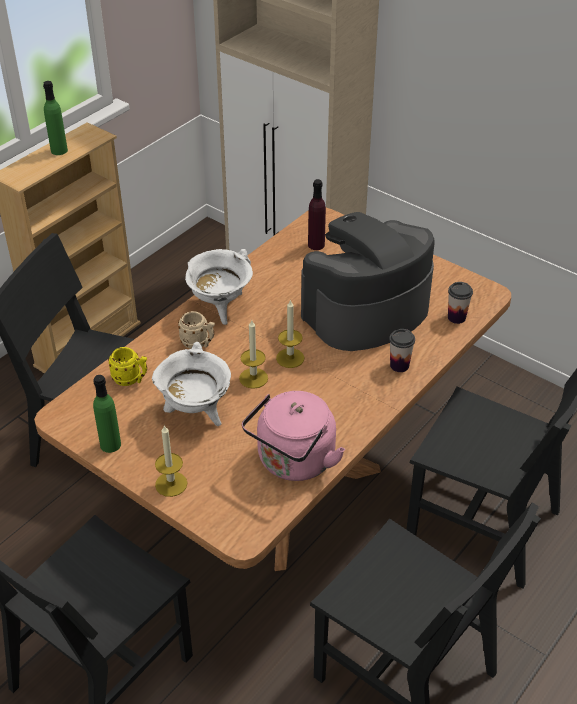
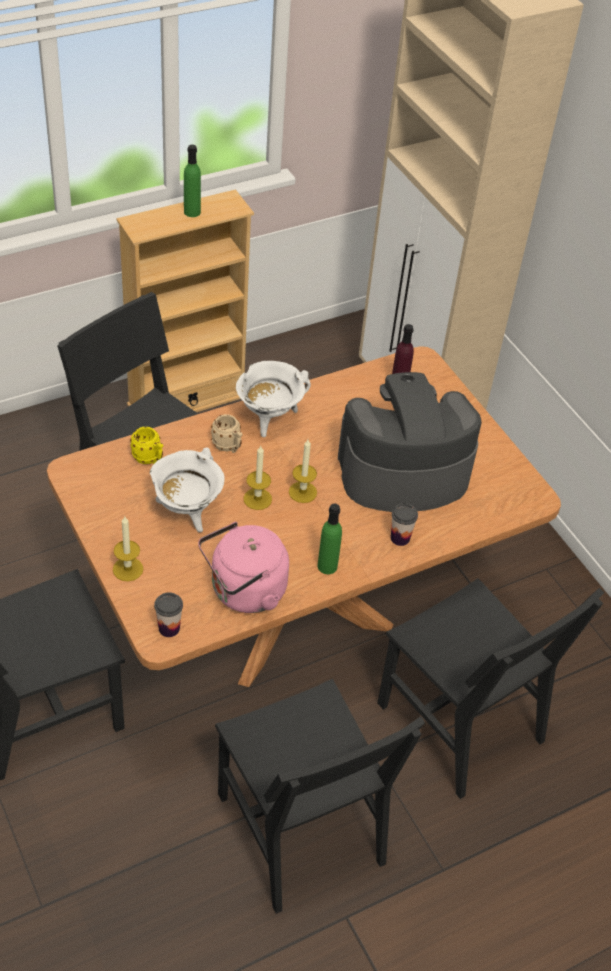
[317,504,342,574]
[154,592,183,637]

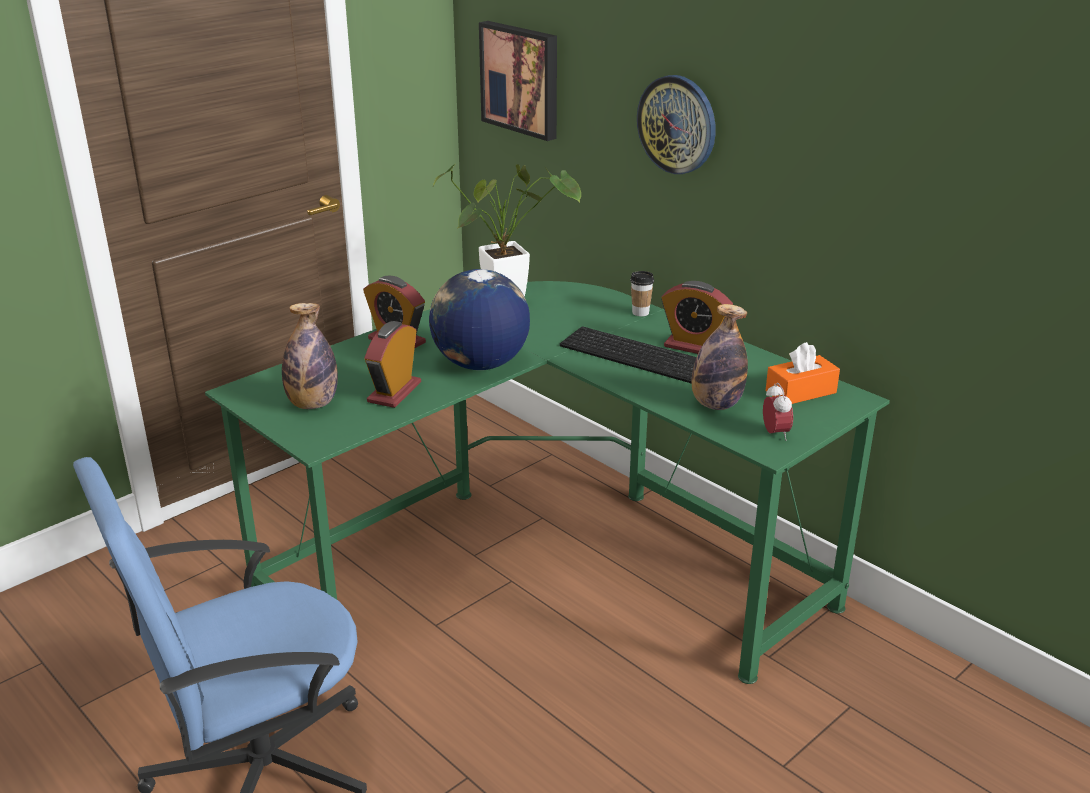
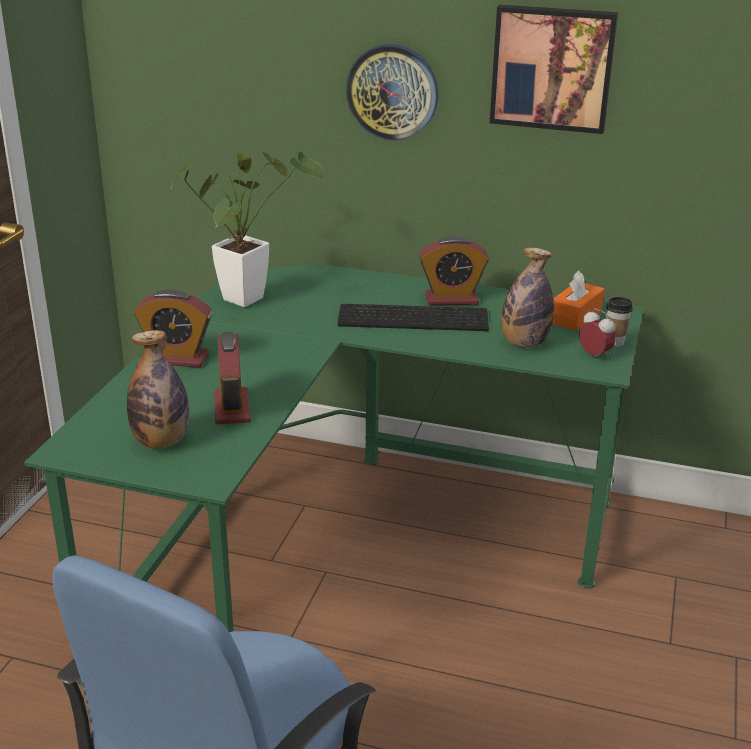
[429,269,530,370] (first image)
[490,5,618,134]
[606,297,633,346]

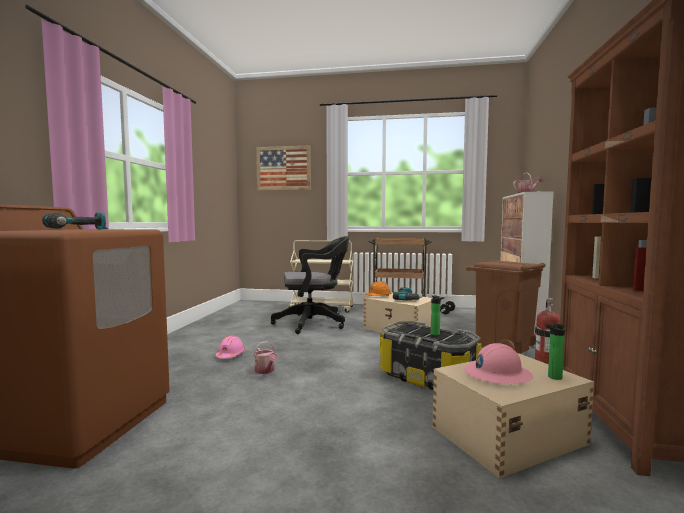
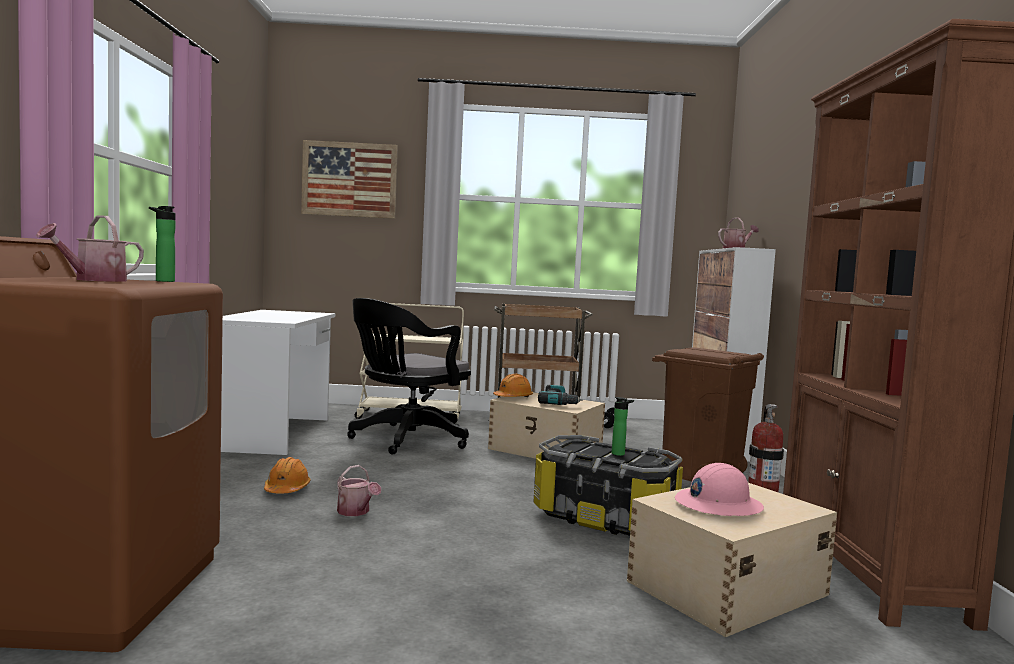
[36,216,144,282]
[264,457,311,494]
[347,298,471,455]
[149,206,176,282]
[221,310,335,455]

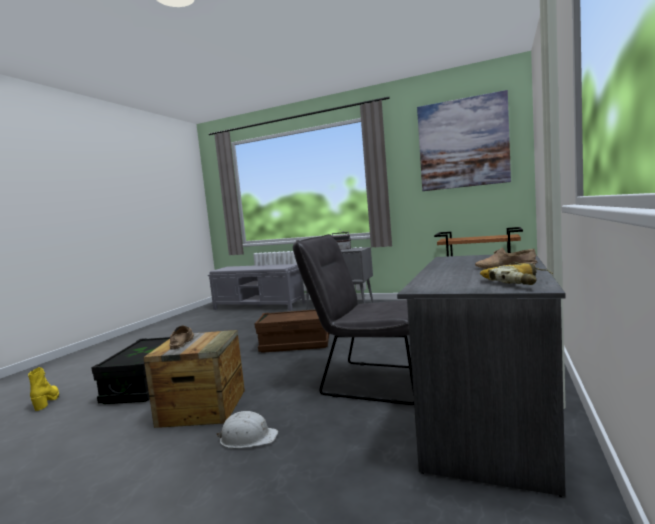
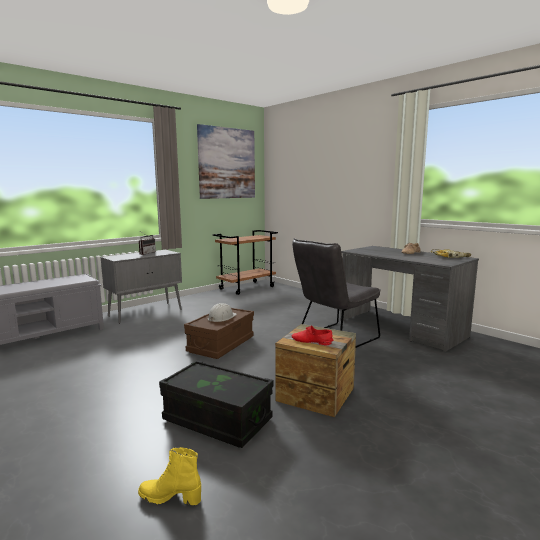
[292,325,333,346]
[208,303,237,322]

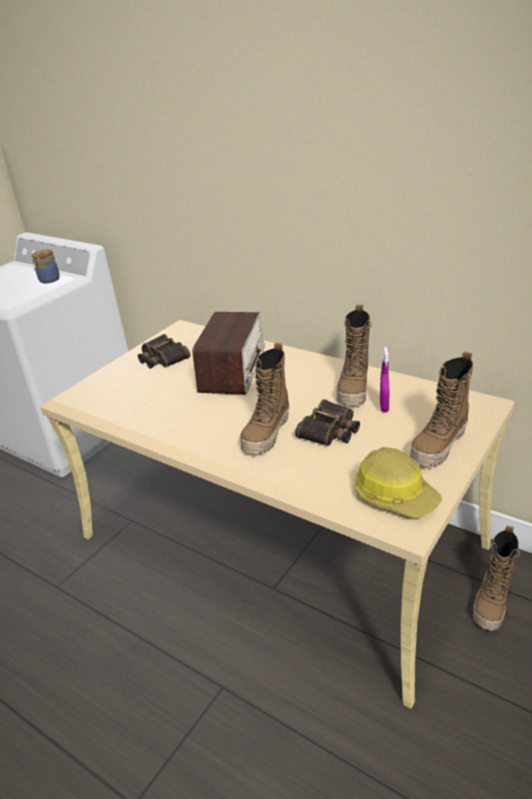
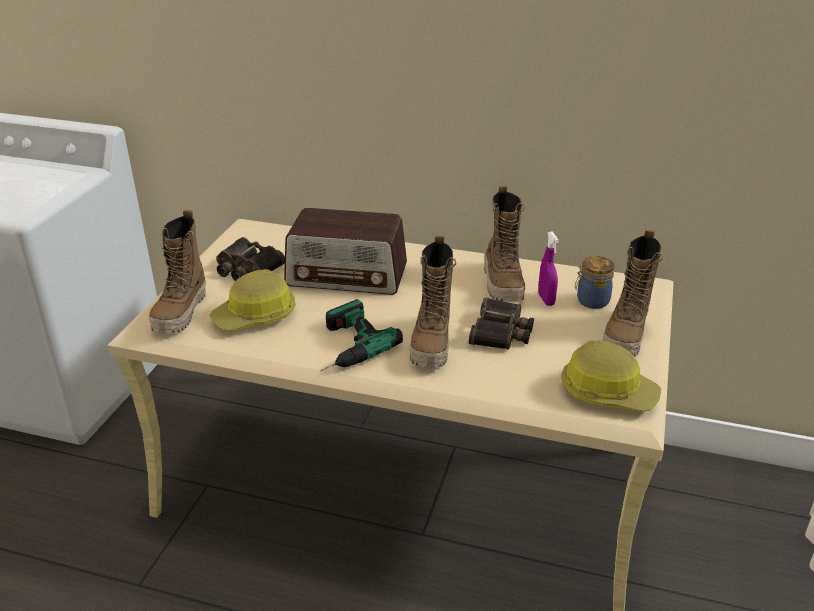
[575,256,614,309]
[284,208,407,295]
[149,210,206,334]
[209,269,296,331]
[320,299,403,371]

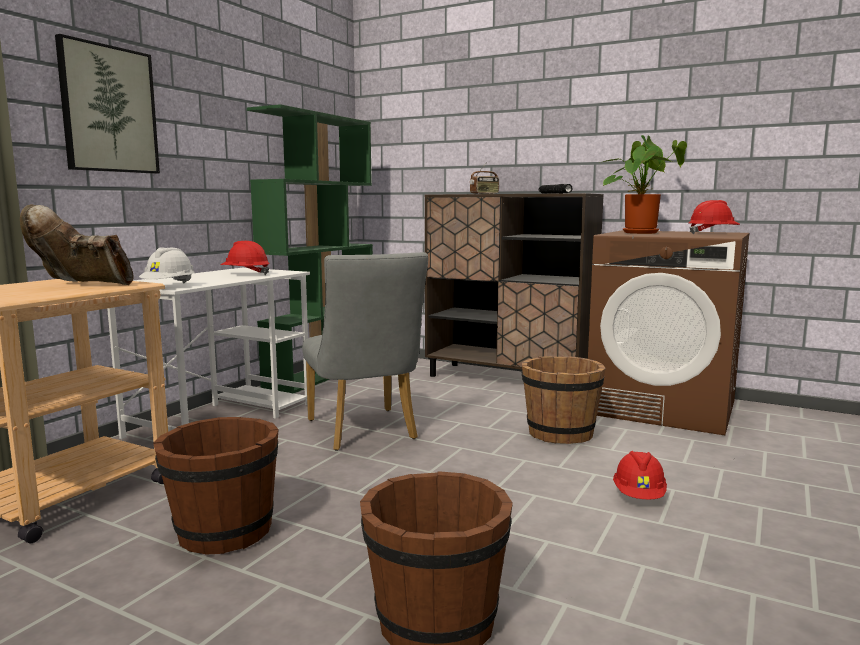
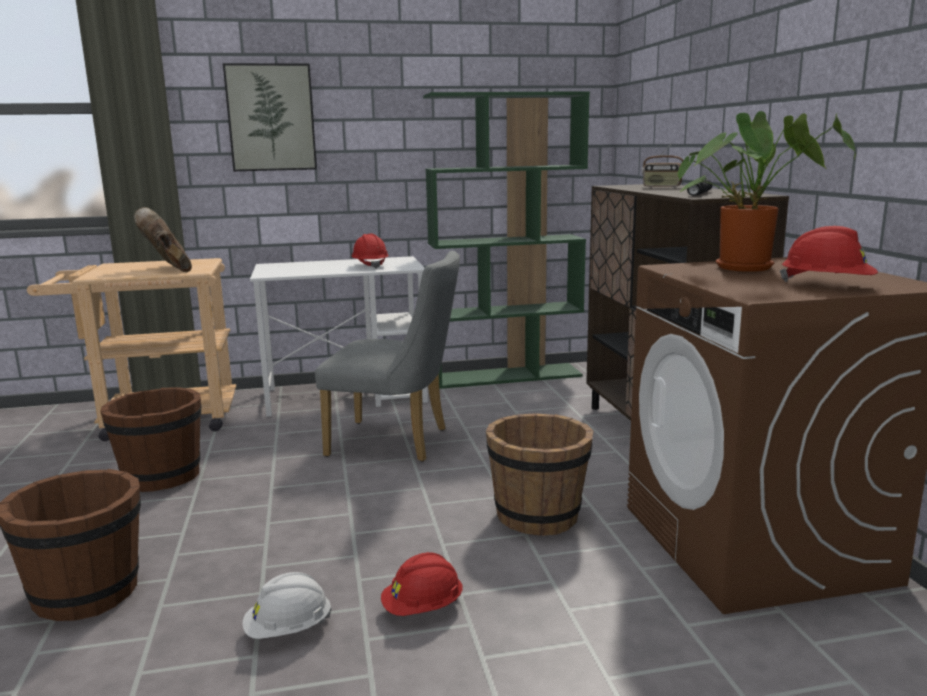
[242,572,332,639]
[315,251,460,462]

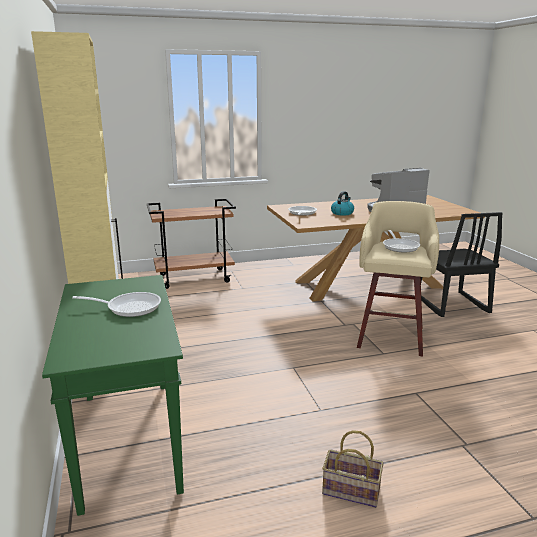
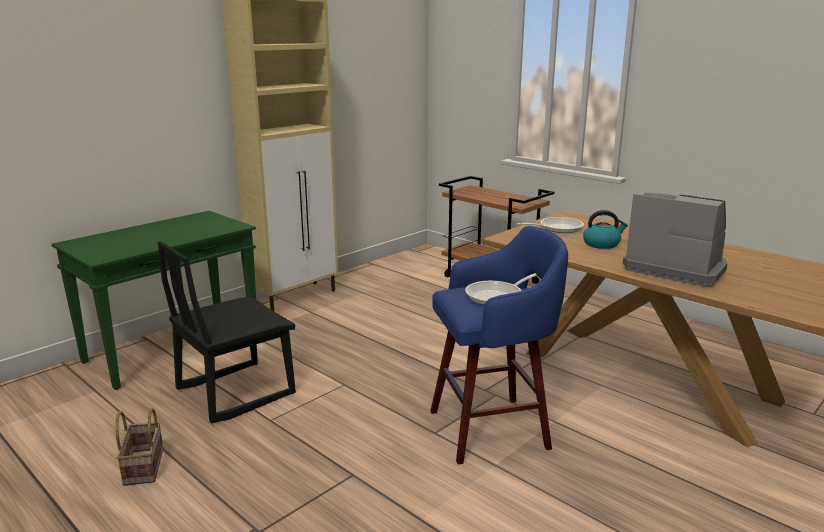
[72,292,161,317] (first image)
[430,226,568,465]
[158,241,296,424]

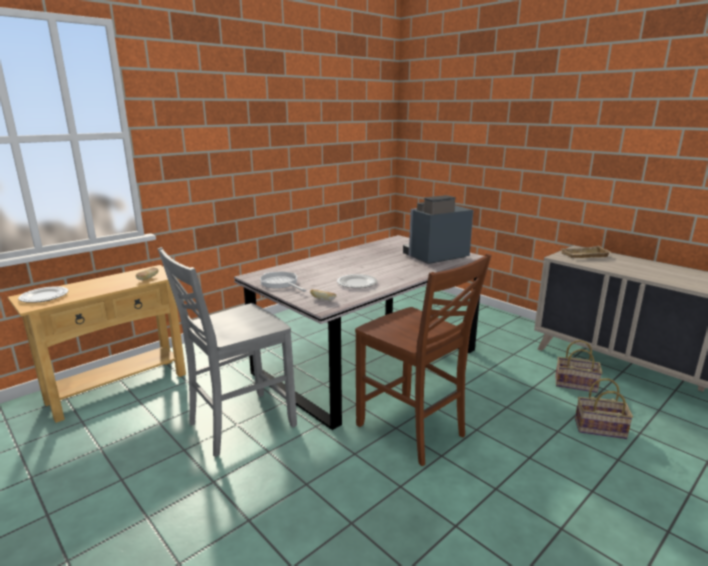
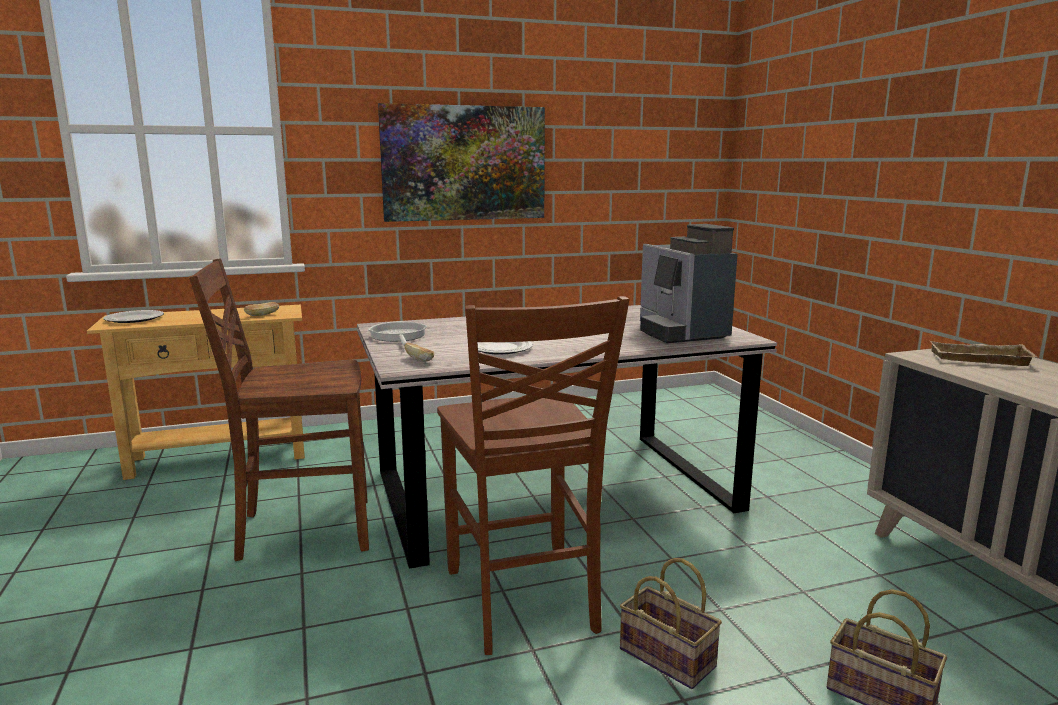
[189,258,369,561]
[640,224,738,343]
[620,558,722,689]
[378,103,545,222]

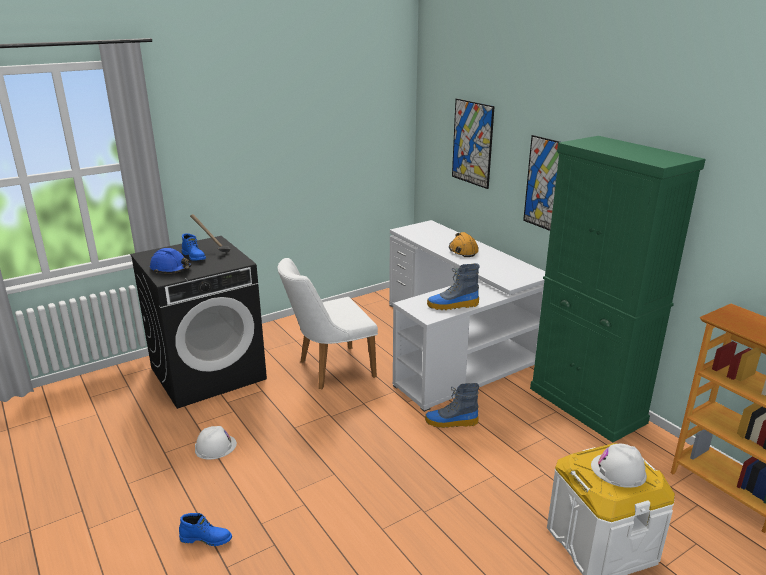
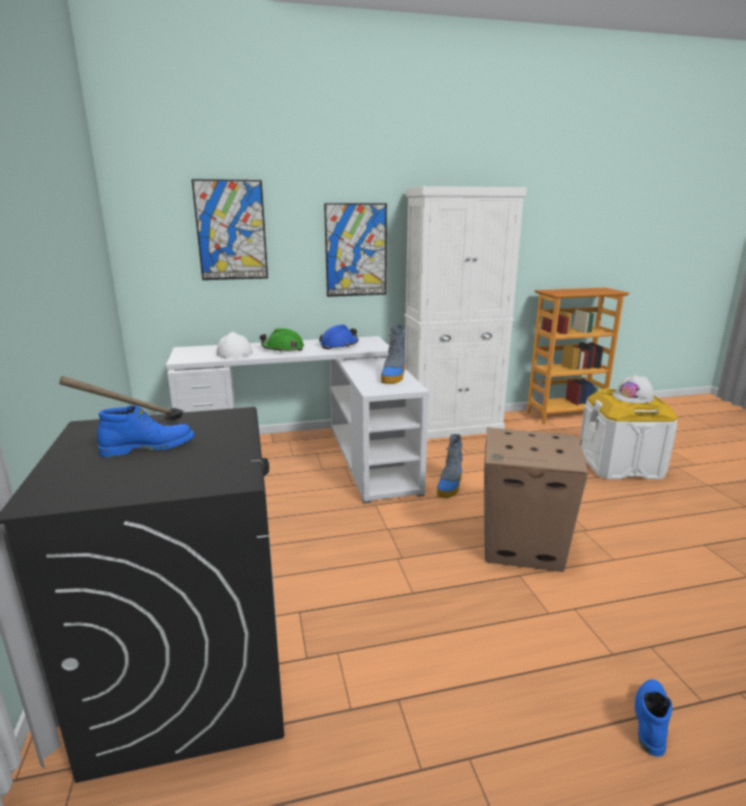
[319,324,358,349]
[216,332,253,359]
[278,258,378,389] (first image)
[260,328,304,352]
[404,186,527,439]
[484,428,588,572]

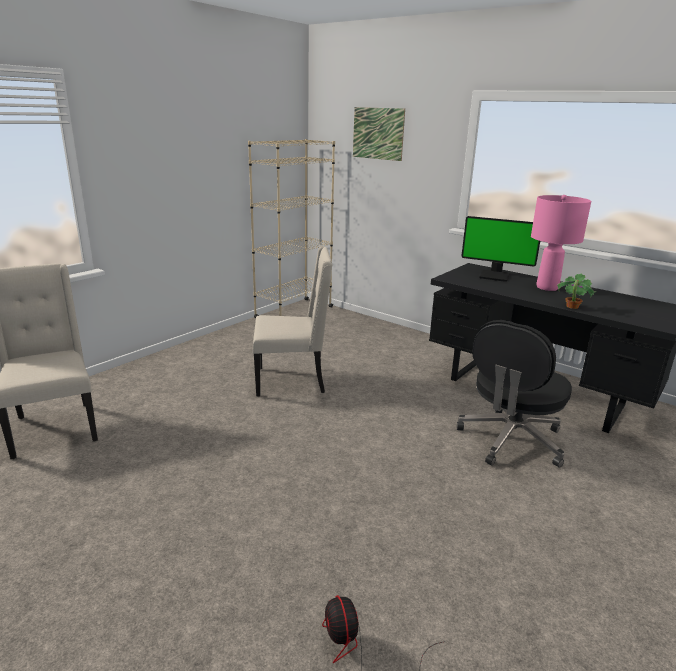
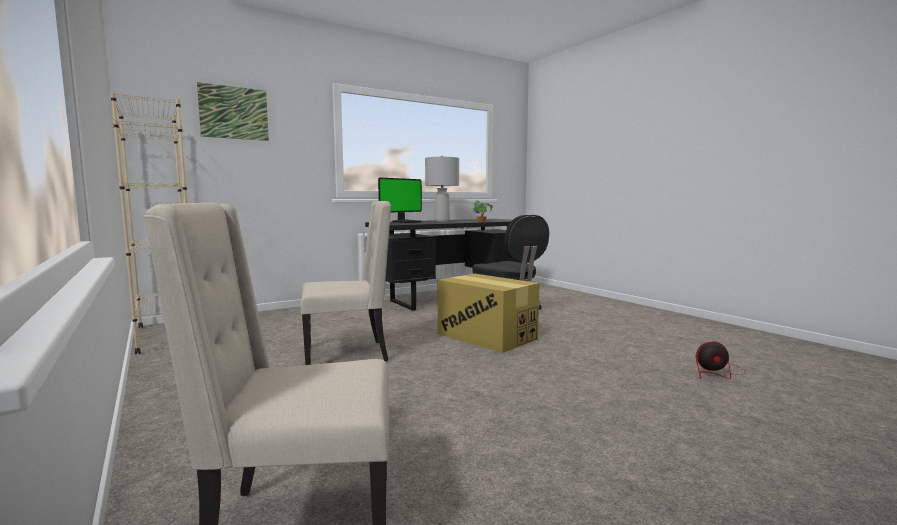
[301,201,391,365]
[425,155,459,222]
[438,273,540,353]

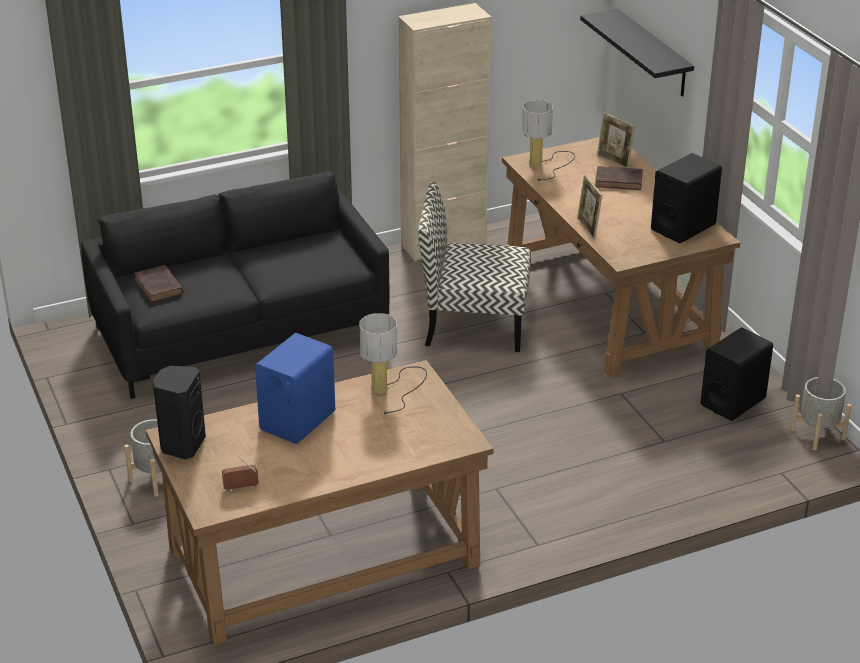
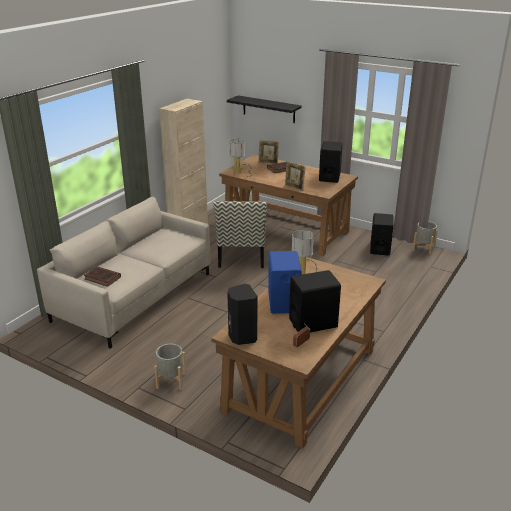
[37,197,210,349]
[213,201,267,268]
[289,270,341,332]

